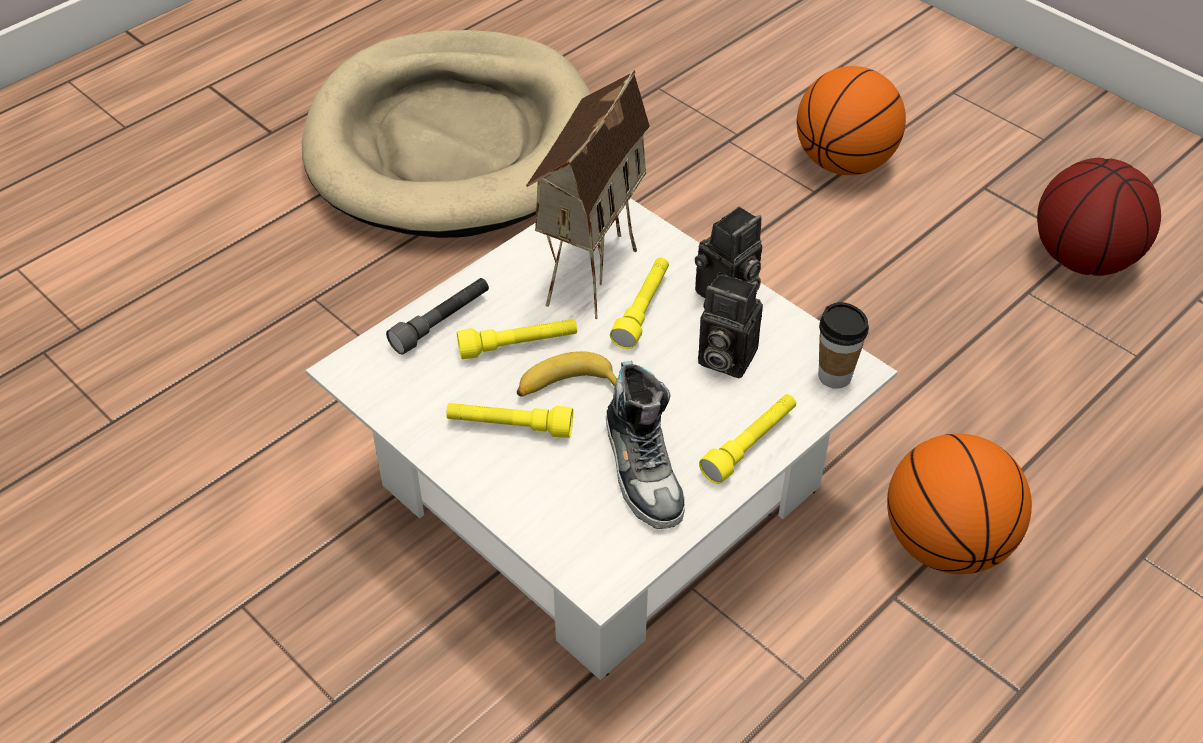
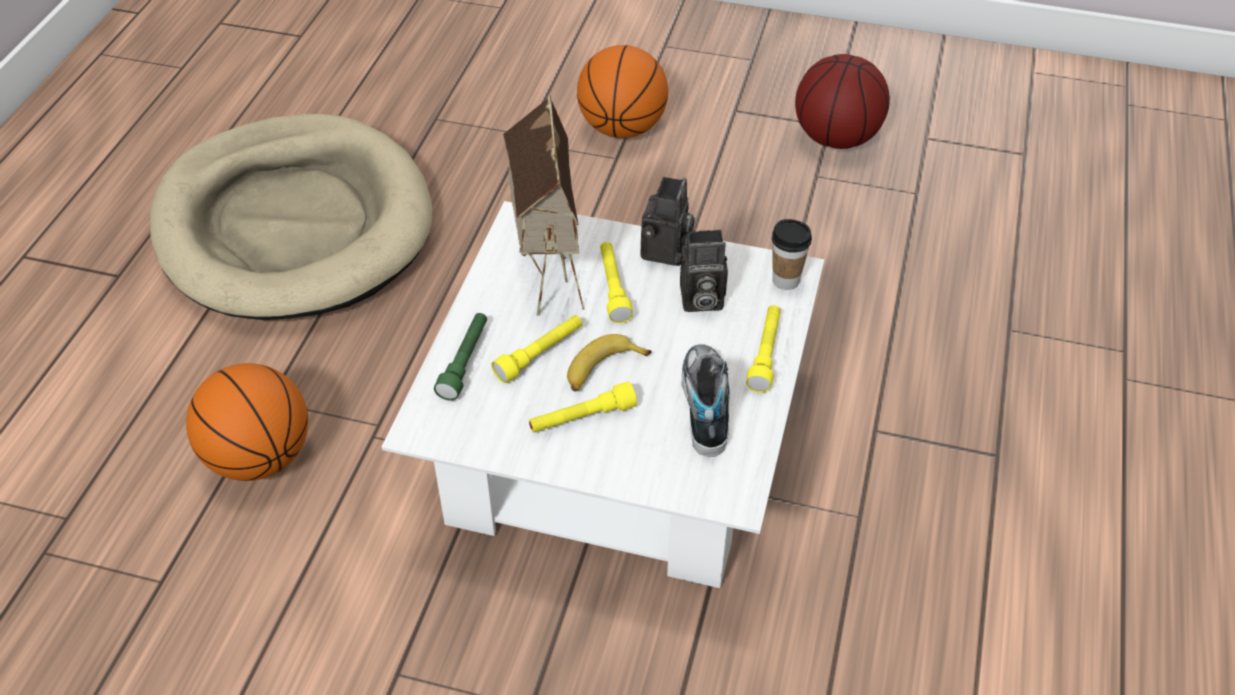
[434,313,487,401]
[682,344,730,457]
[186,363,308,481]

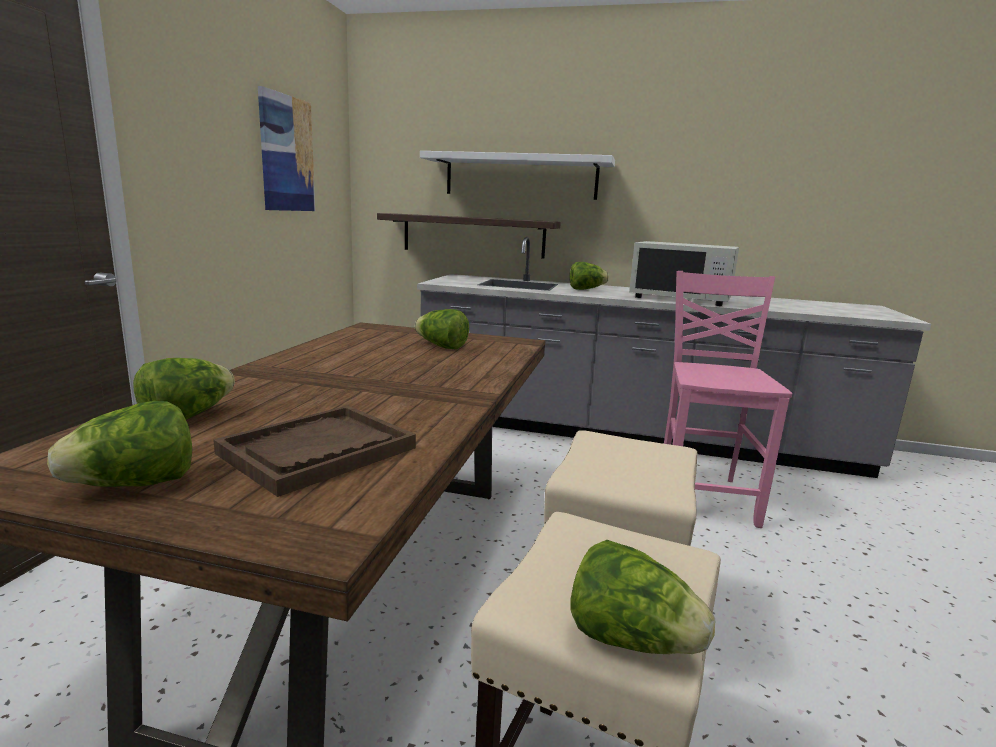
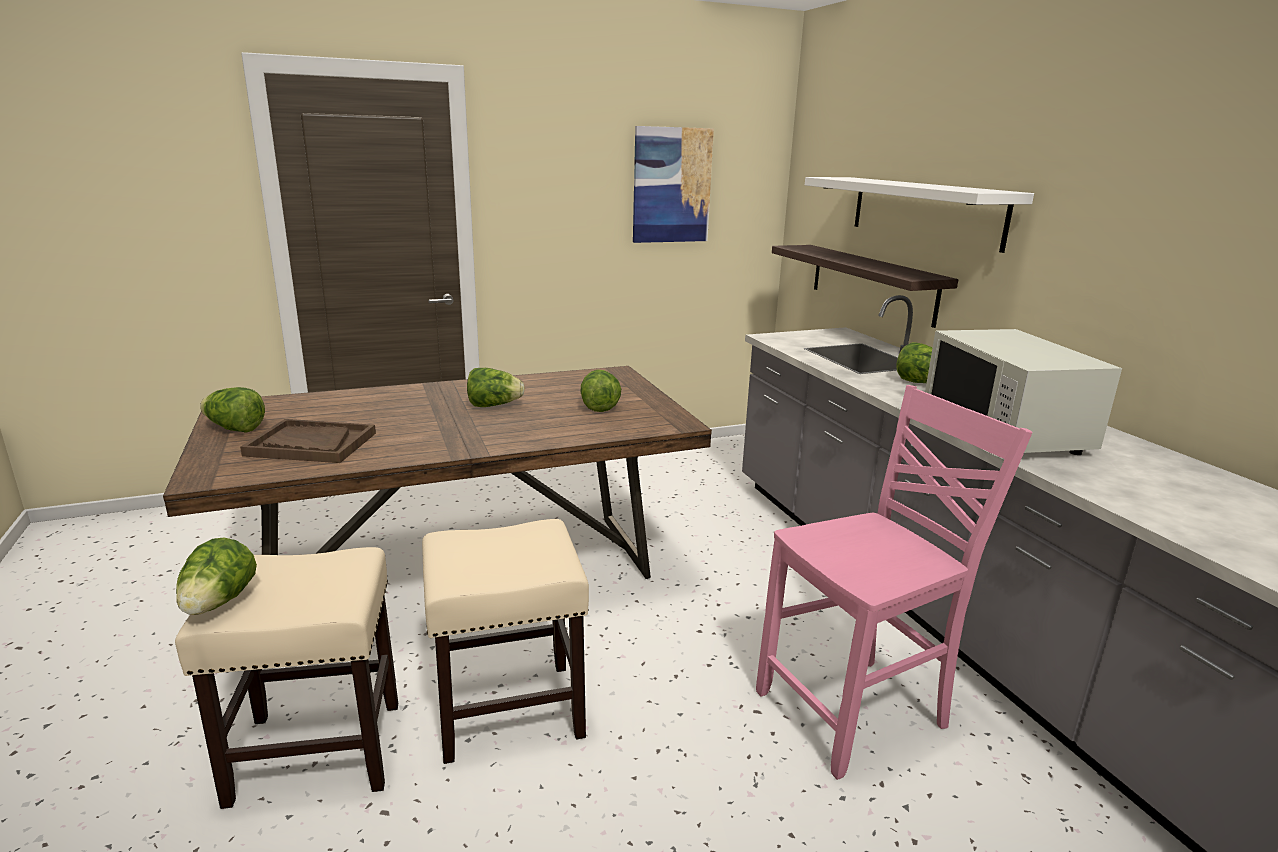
[467,368,525,407]

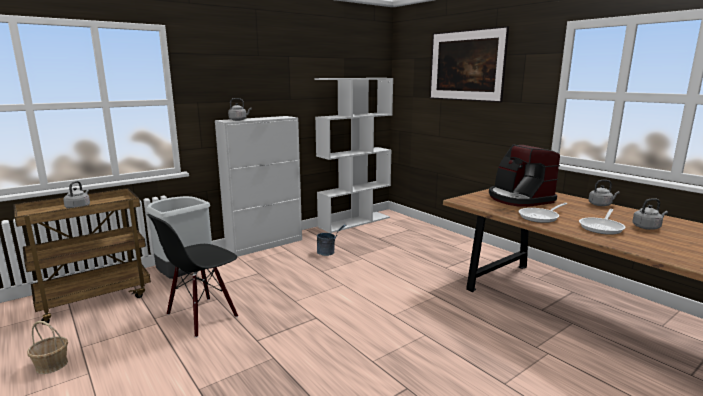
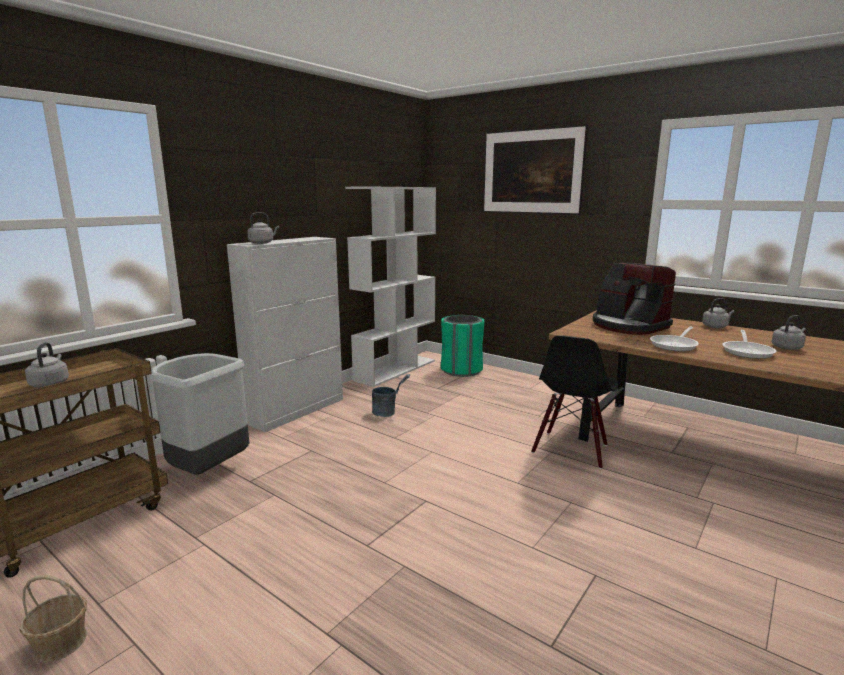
[532,335,619,469]
[441,315,485,377]

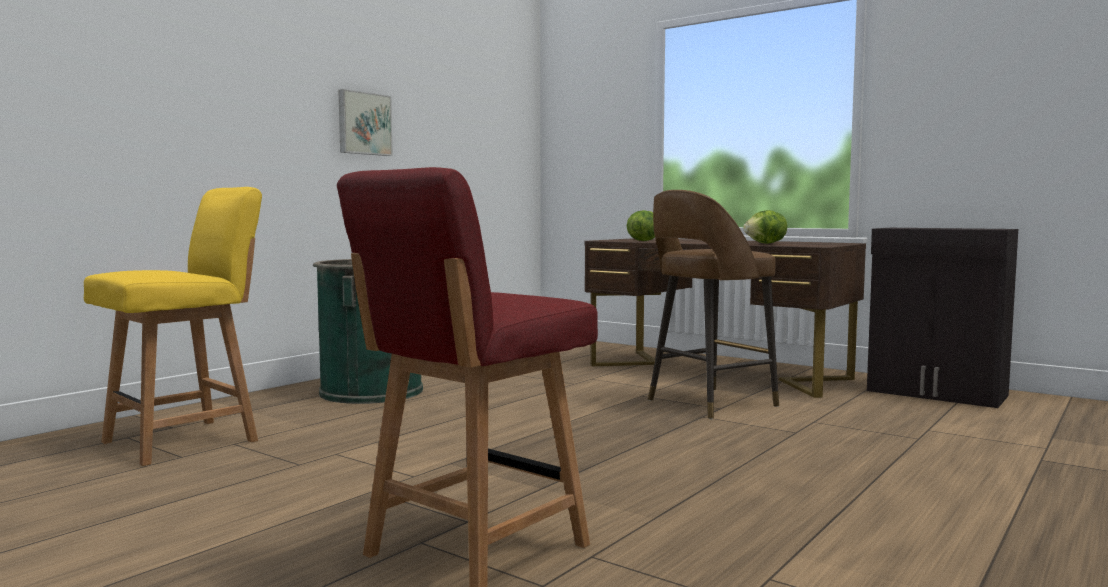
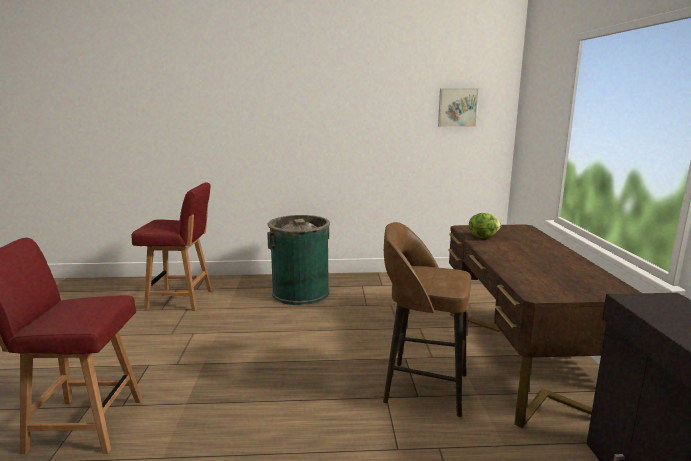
[131,182,212,311]
[438,88,478,127]
[743,210,787,244] (first image)

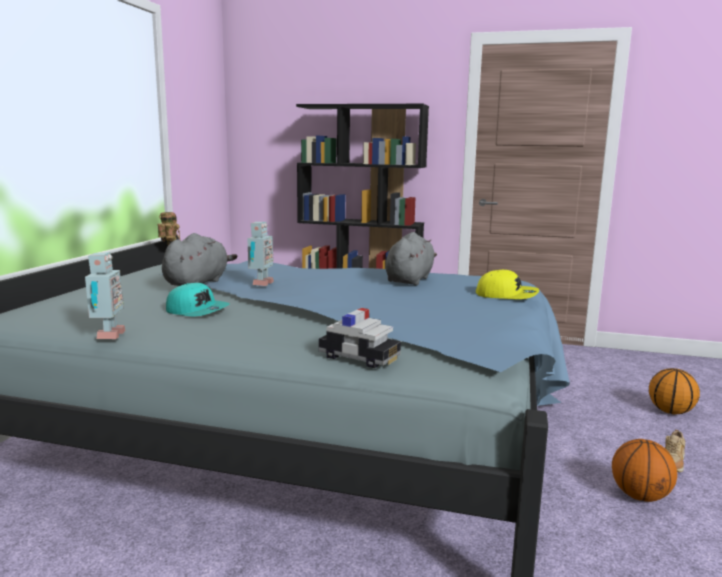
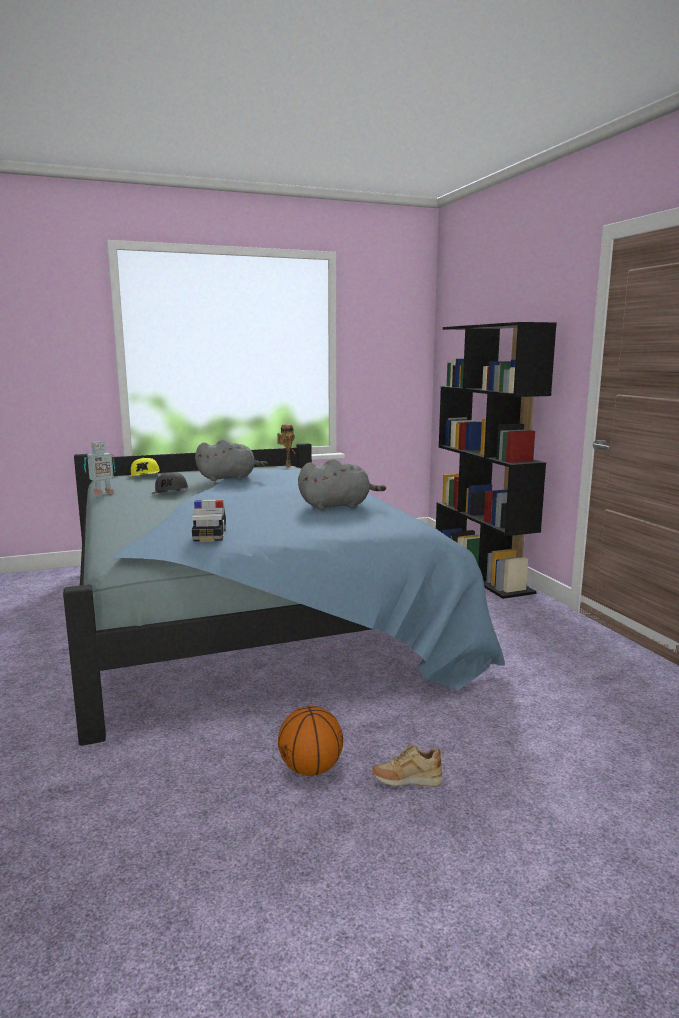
[152,472,188,494]
[247,222,274,286] (first image)
[192,500,226,541]
[130,458,160,476]
[649,368,700,414] (first image)

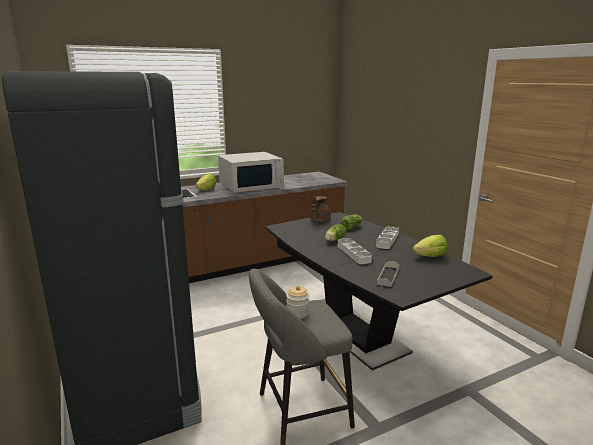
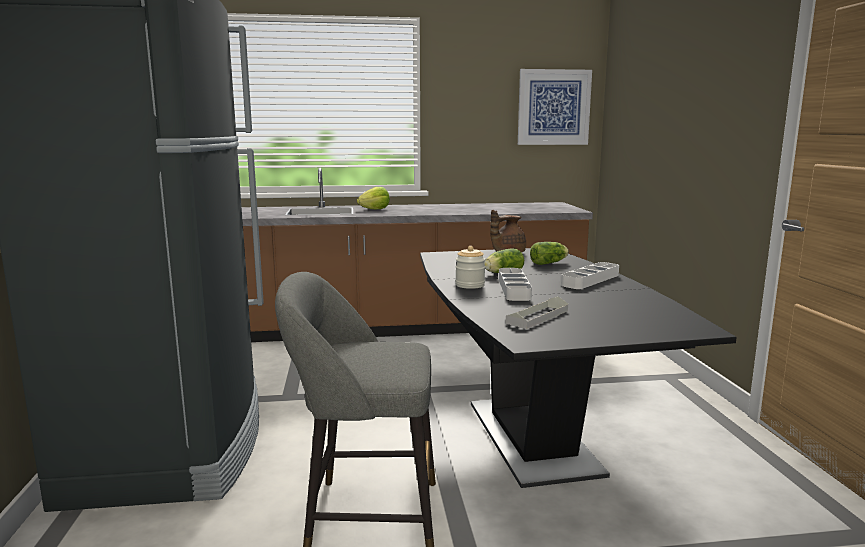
[218,152,284,193] (first image)
[455,246,486,289]
[413,235,448,257] (first image)
[518,69,592,145]

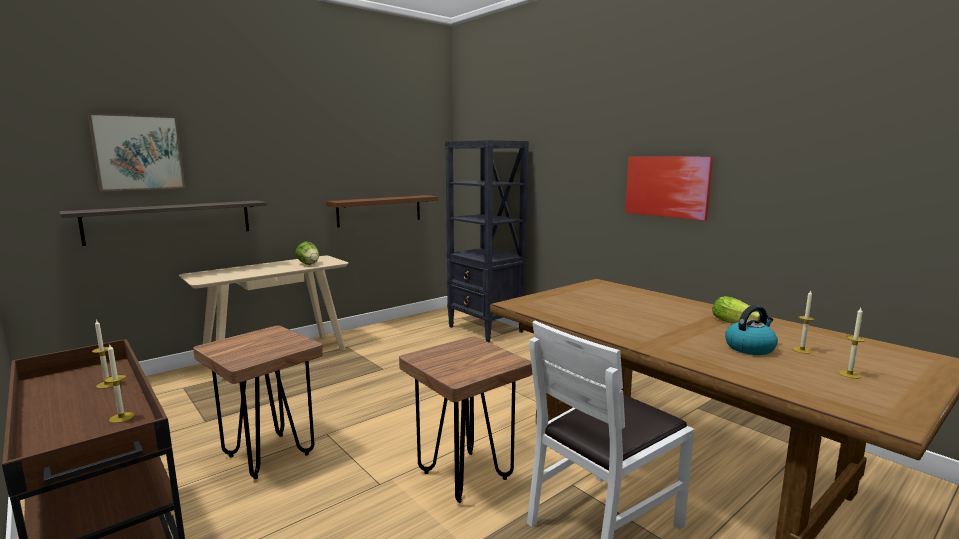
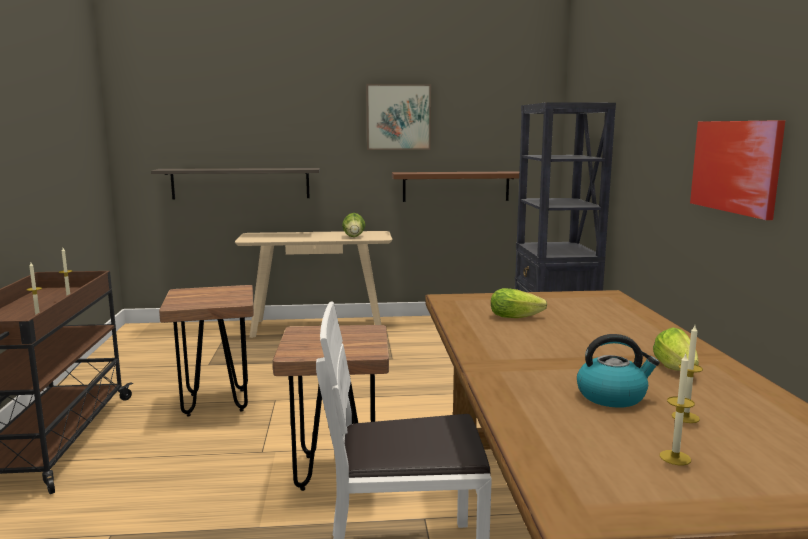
[366,84,431,150]
[491,288,547,318]

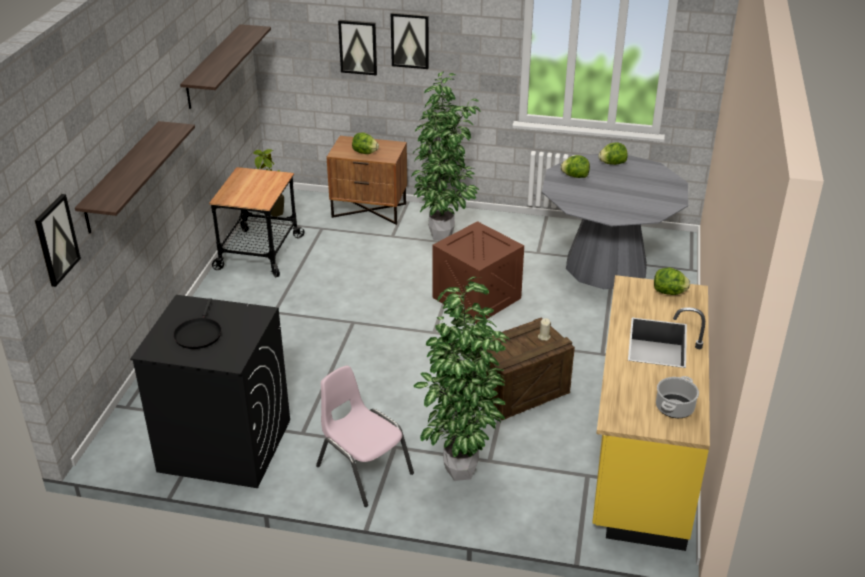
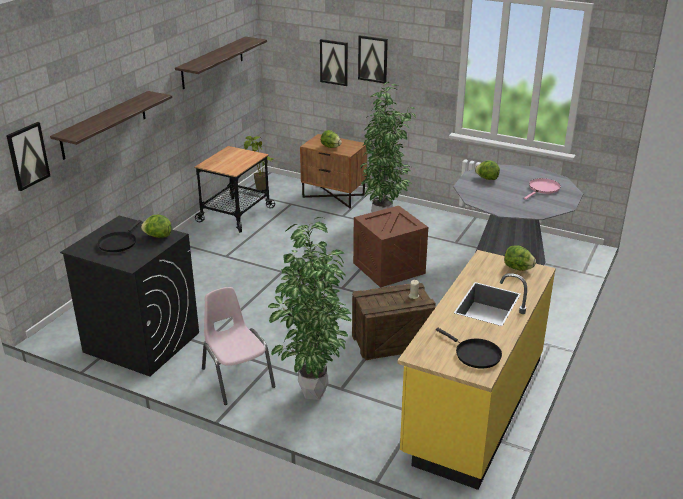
[141,215,171,238]
[436,328,502,369]
[524,178,561,200]

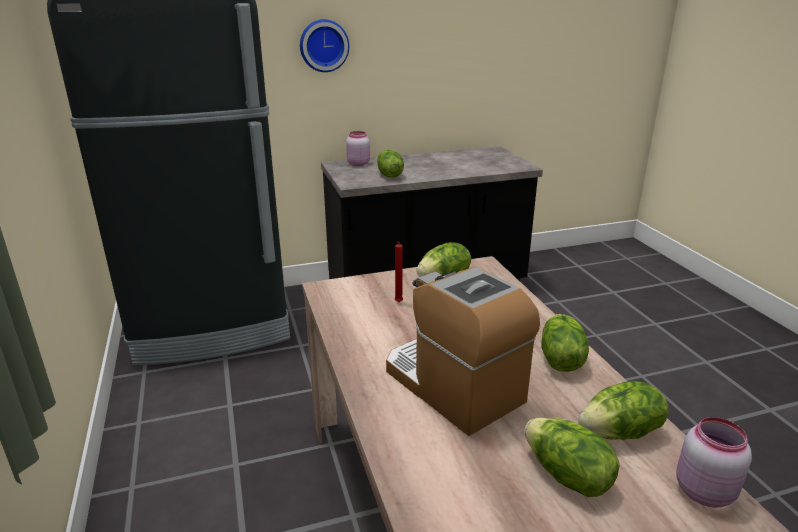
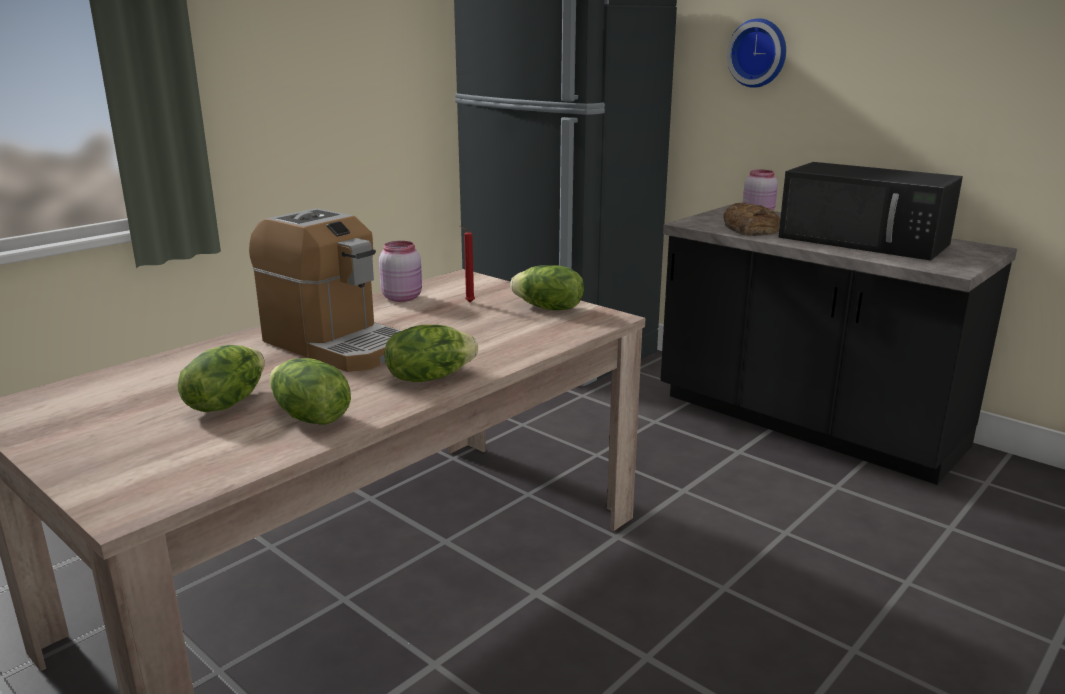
[723,203,780,236]
[249,208,402,372]
[379,241,422,302]
[778,162,963,261]

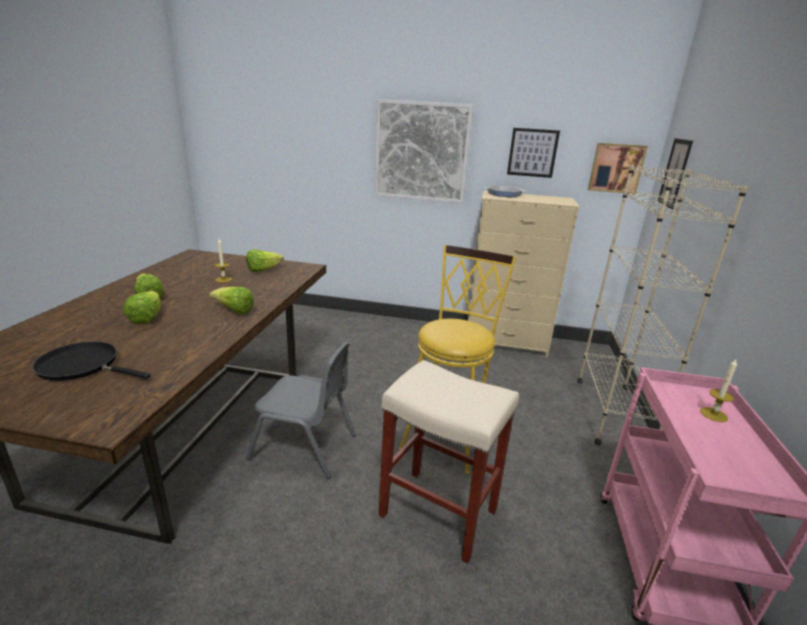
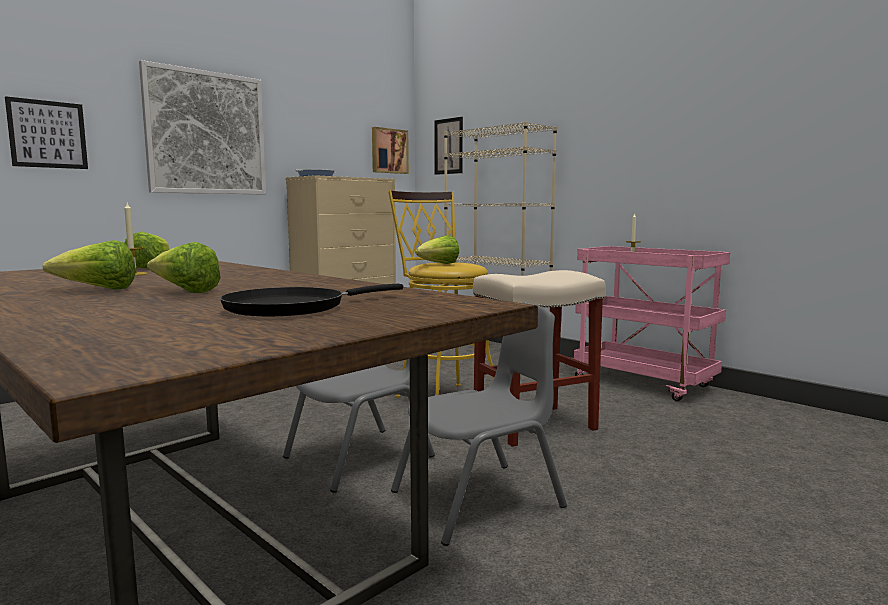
[415,235,459,264]
[5,96,88,169]
[391,303,567,546]

